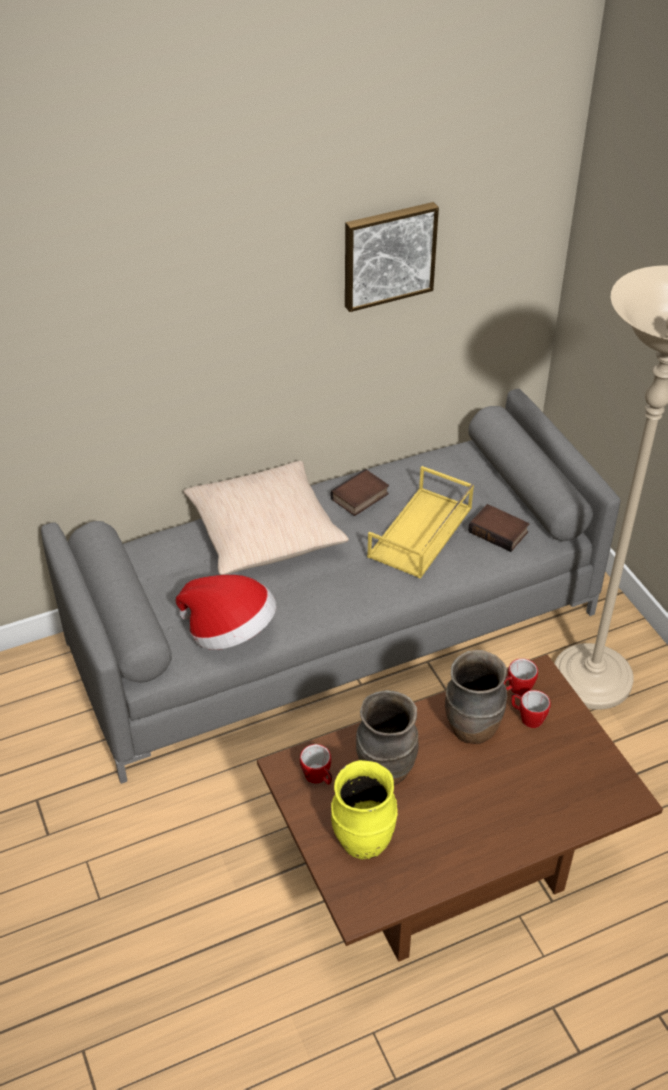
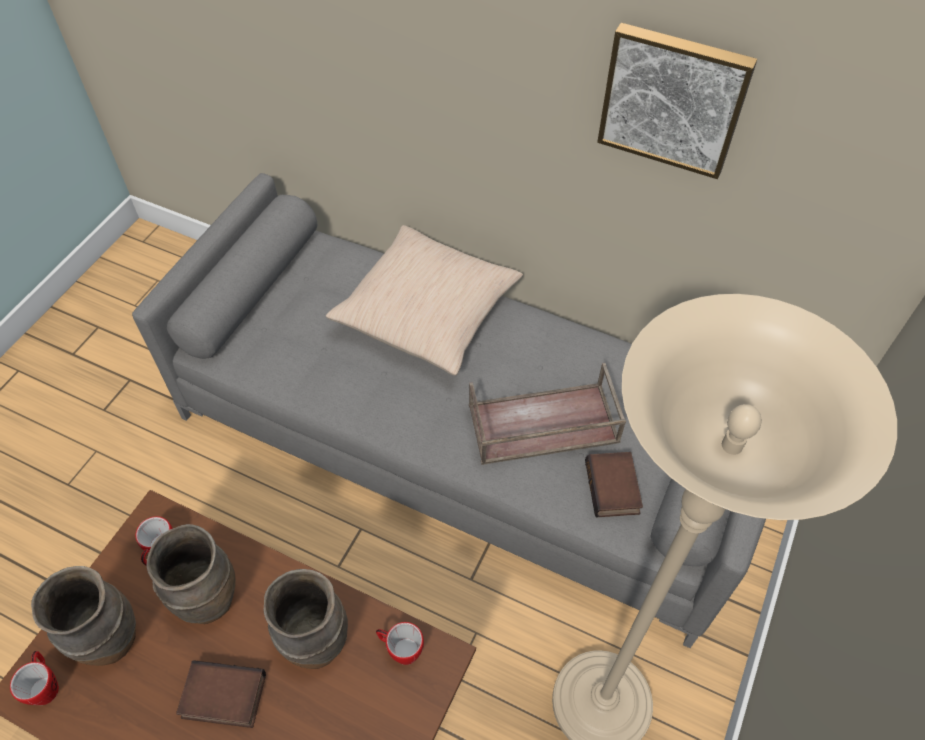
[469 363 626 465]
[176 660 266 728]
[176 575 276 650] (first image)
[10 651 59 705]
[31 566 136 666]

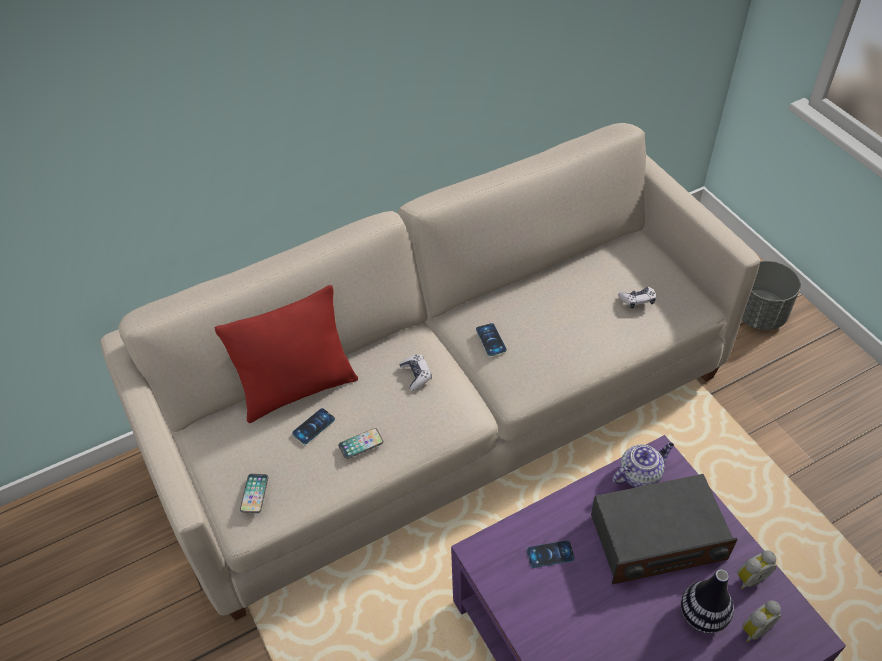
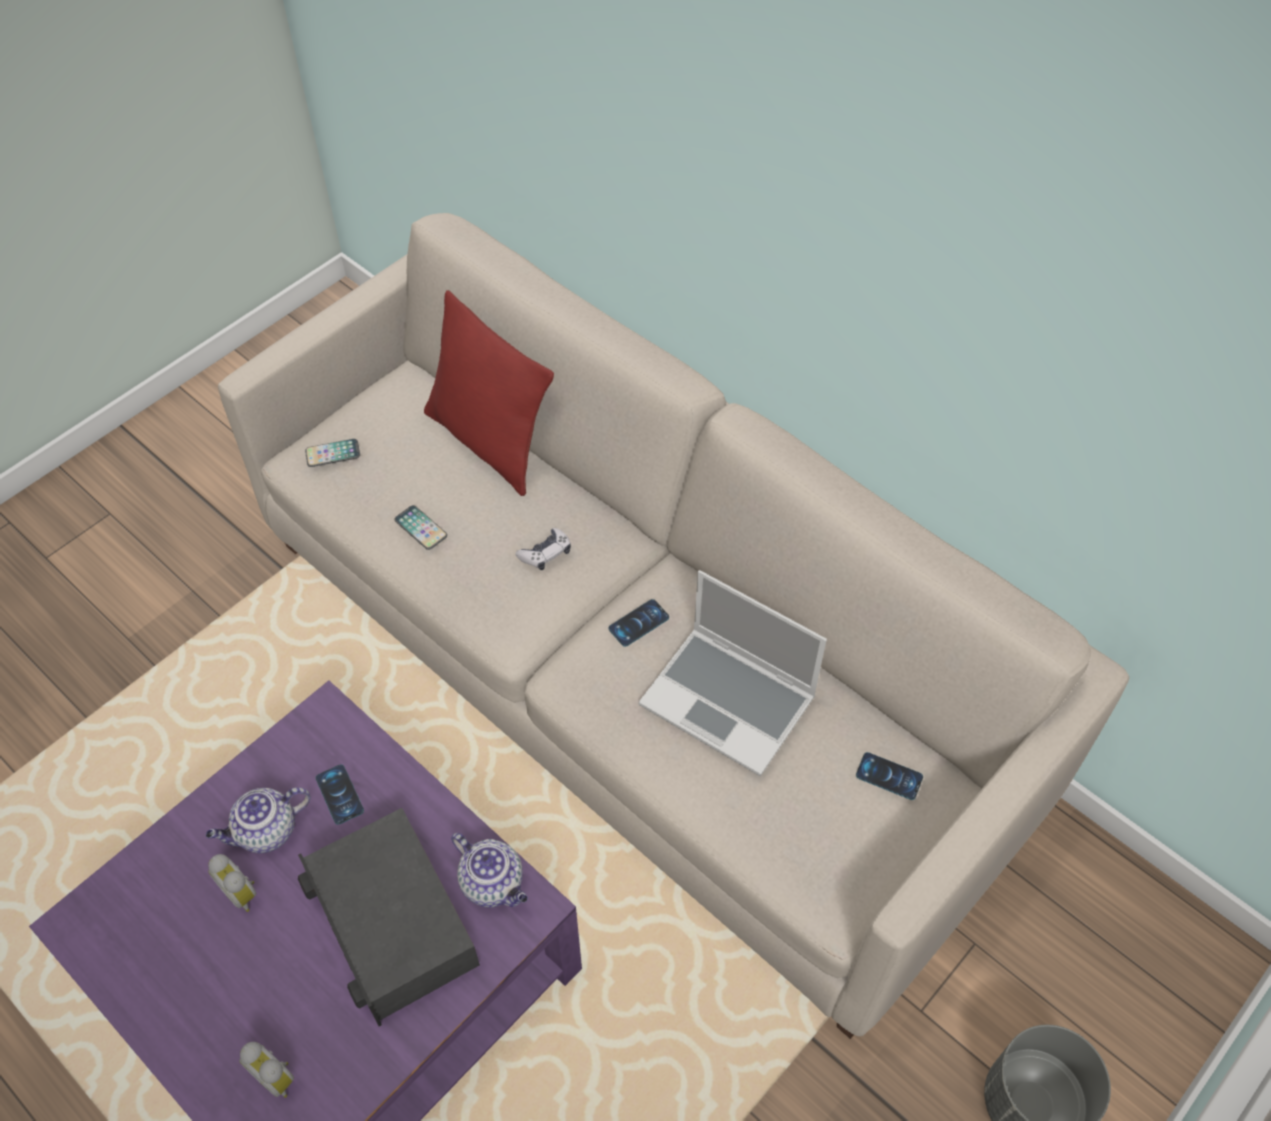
[618 287 656 309] (first image)
[856 752 923 800]
[208 854 256 912]
[681 569 734 634] (first image)
[638 570 827 776]
[206 787 311 853]

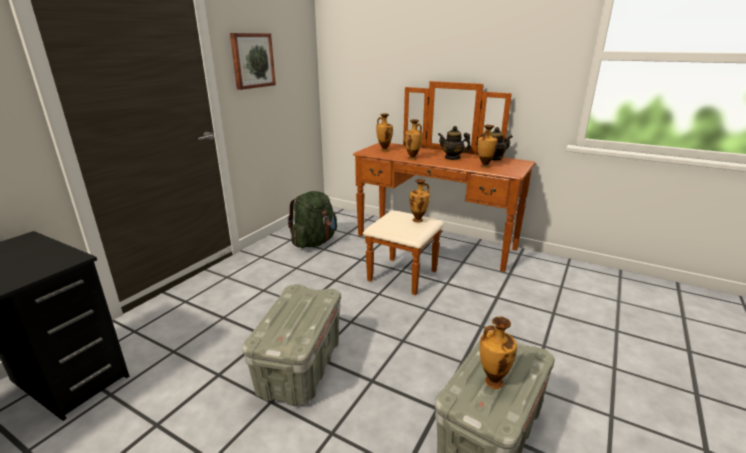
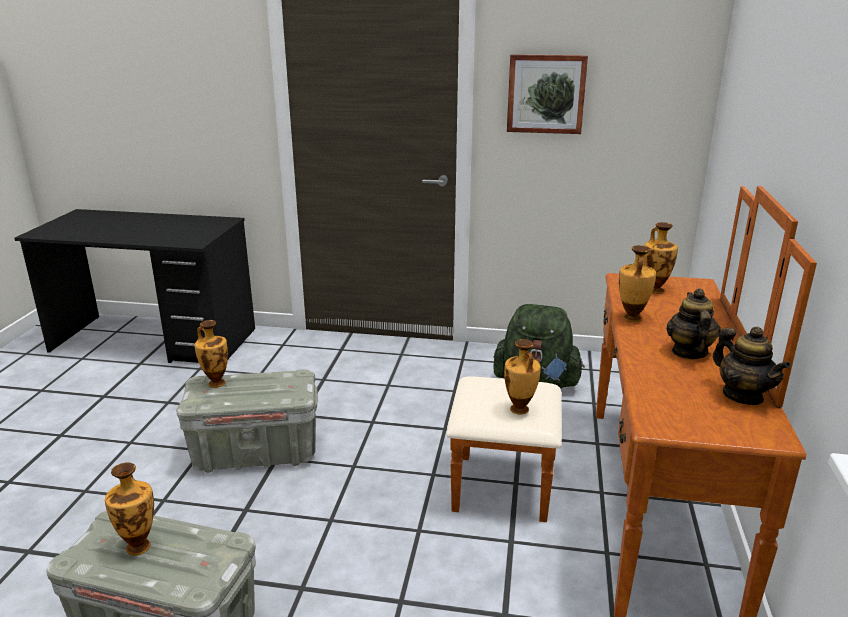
[194 320 228 388]

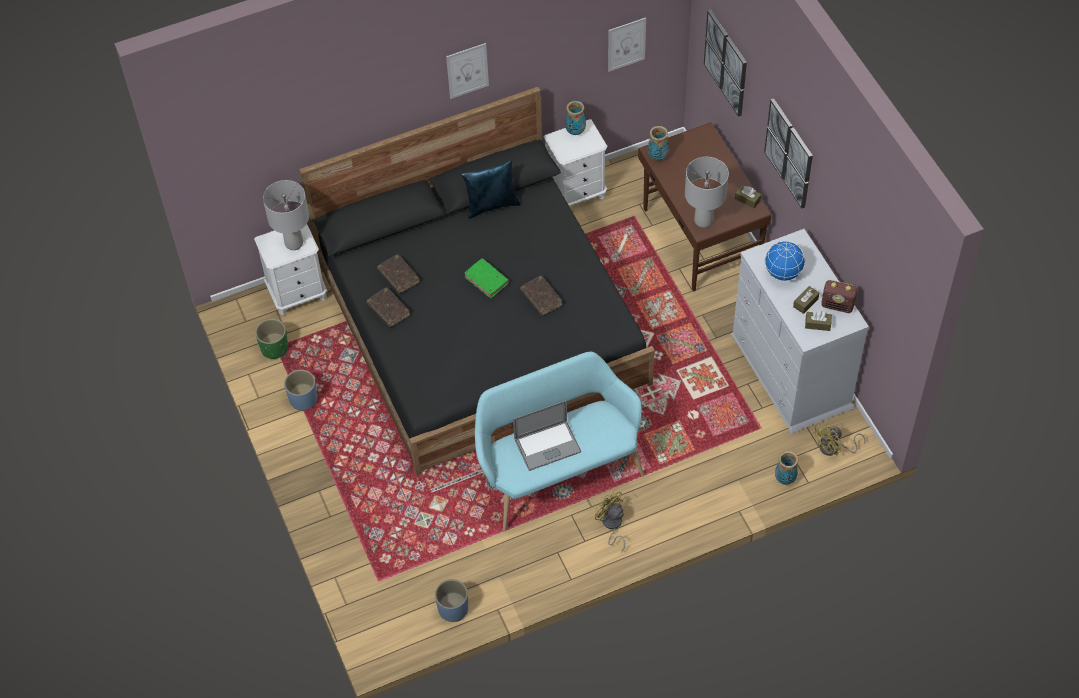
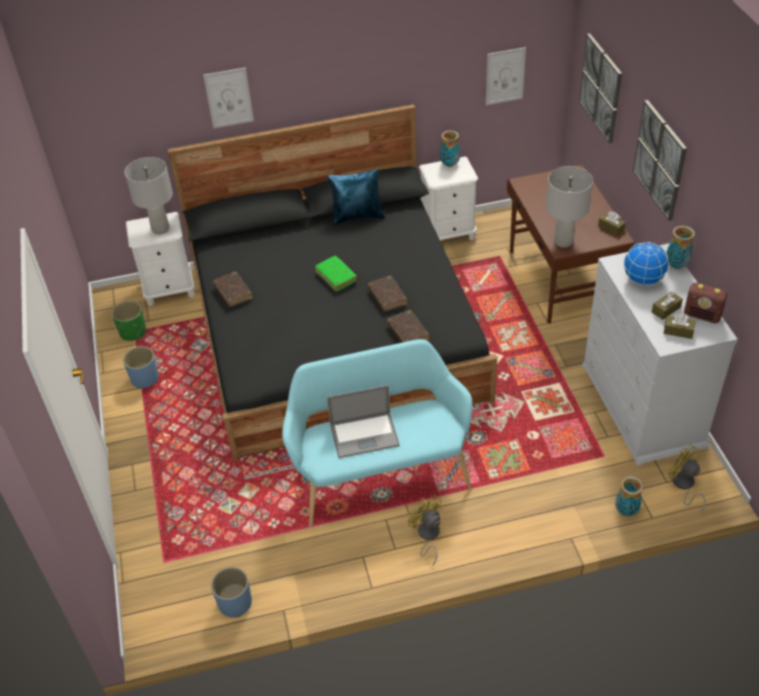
[203 67 254 129]
[666 226 695 269]
[387 310 430 343]
[668 444 706 513]

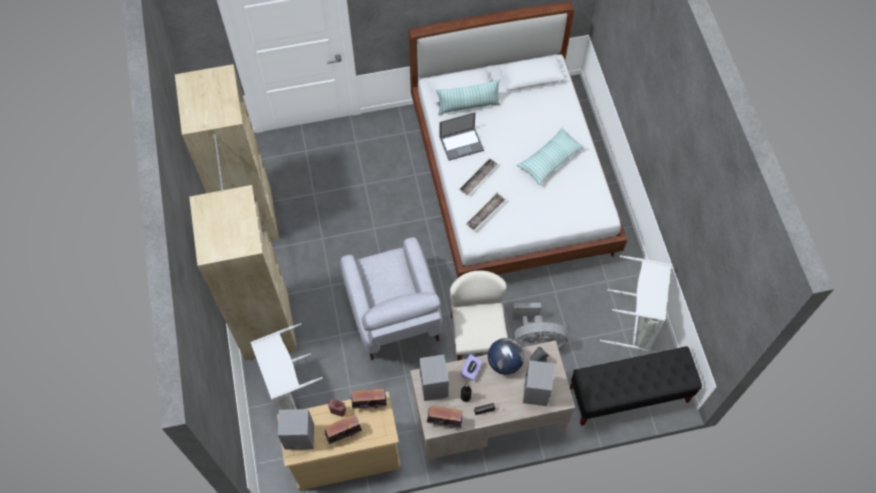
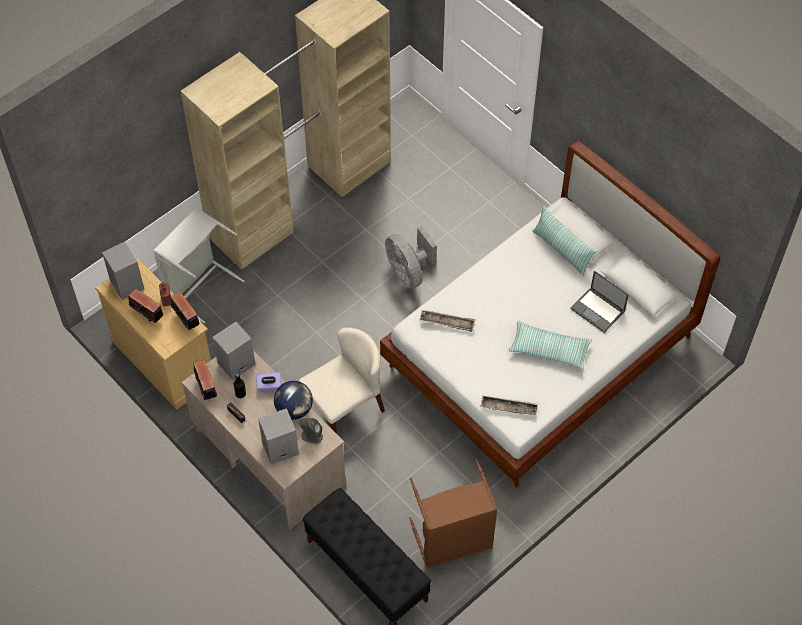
[570 271 629 333]
[480 395 538 415]
[340 237 442 360] (first image)
[409 458 498 569]
[385 225 437 289]

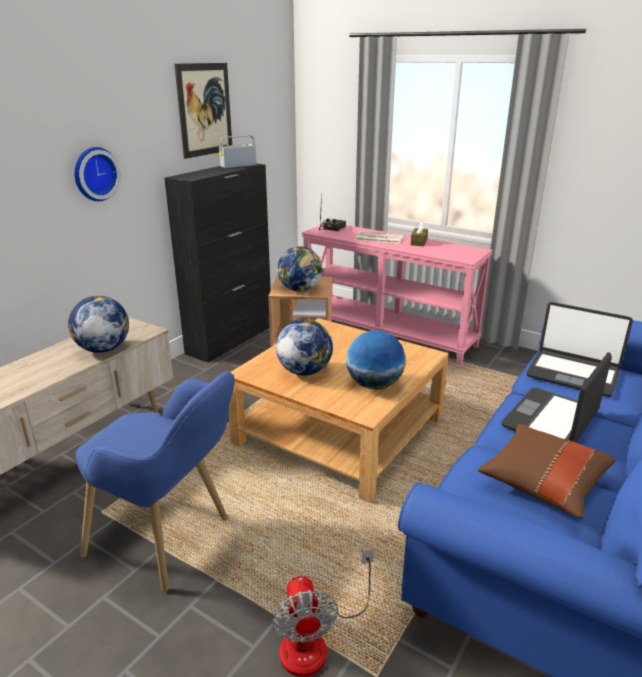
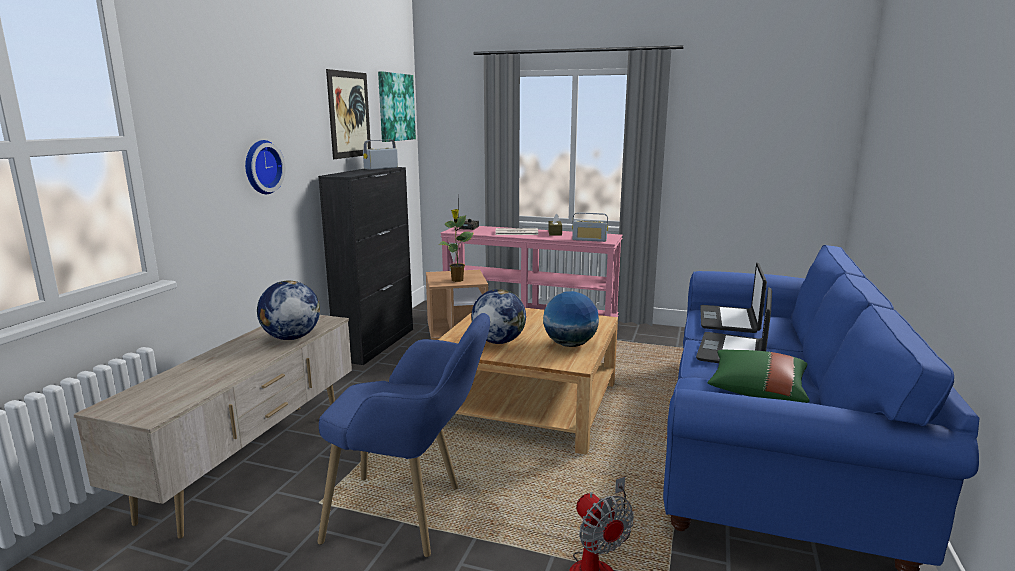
[439 209 473 282]
[700 263 767 333]
[708 349 809 403]
[378 72 416 142]
[572 212 608 242]

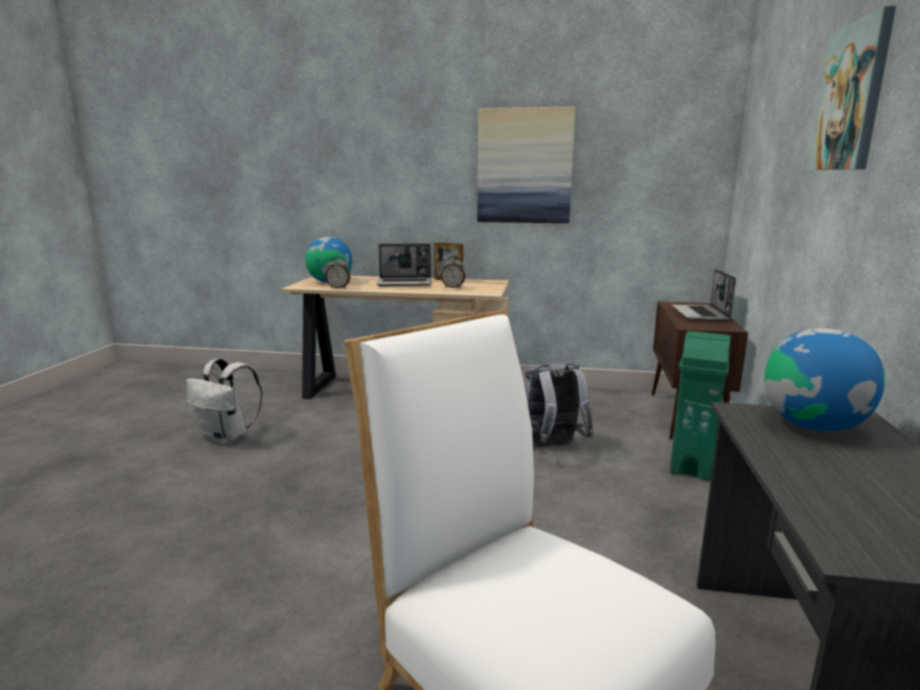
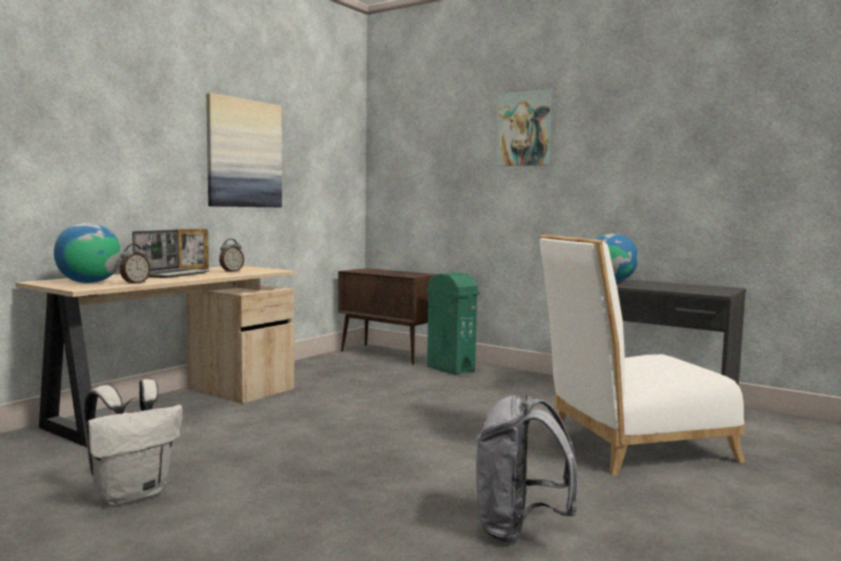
[672 269 736 321] (first image)
[476 395 578 543]

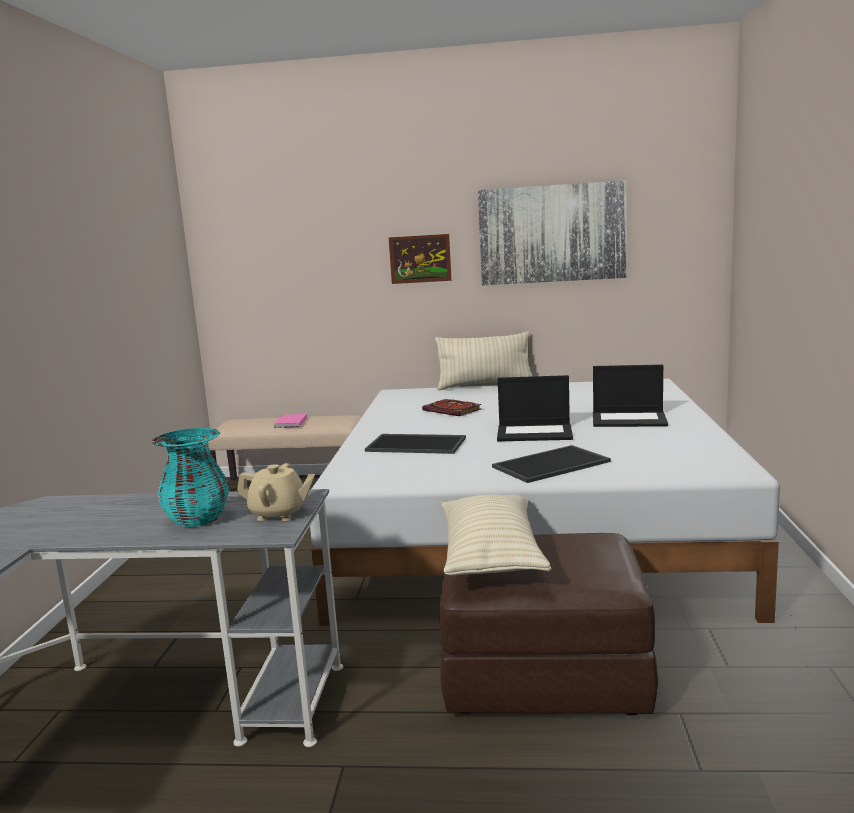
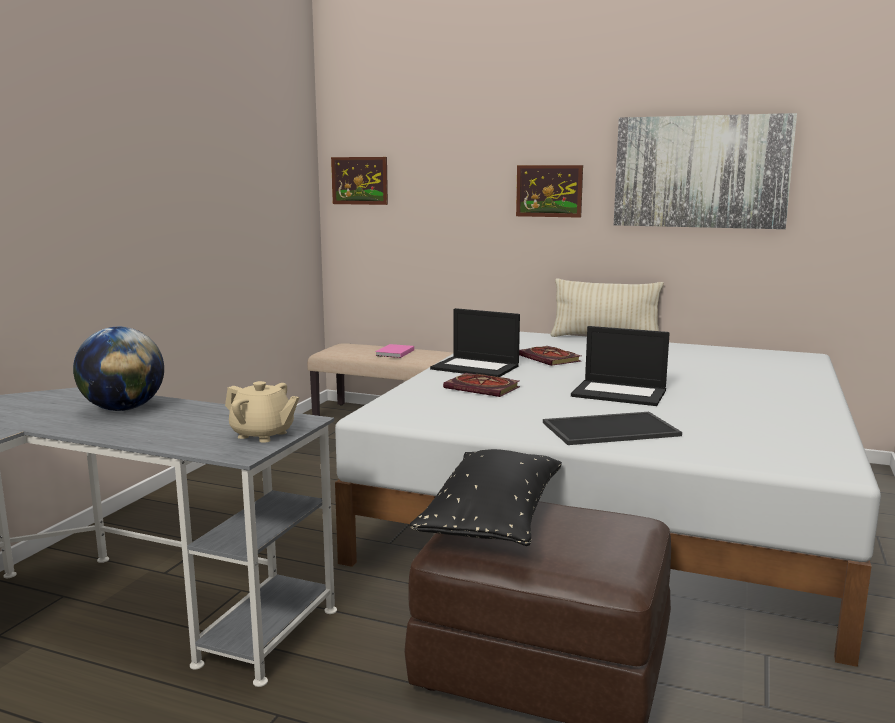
[430 308 520 377]
[151 428 229 527] (first image)
[443 373 520 397]
[410 449 562 546]
[331 157 388 205]
[73 327 164 411]

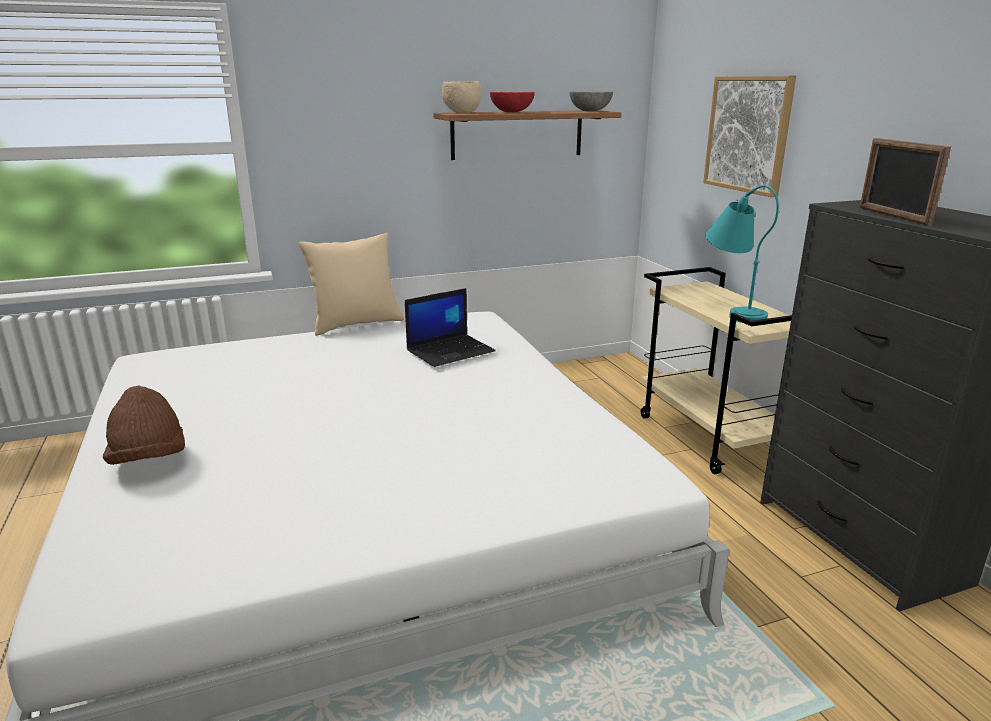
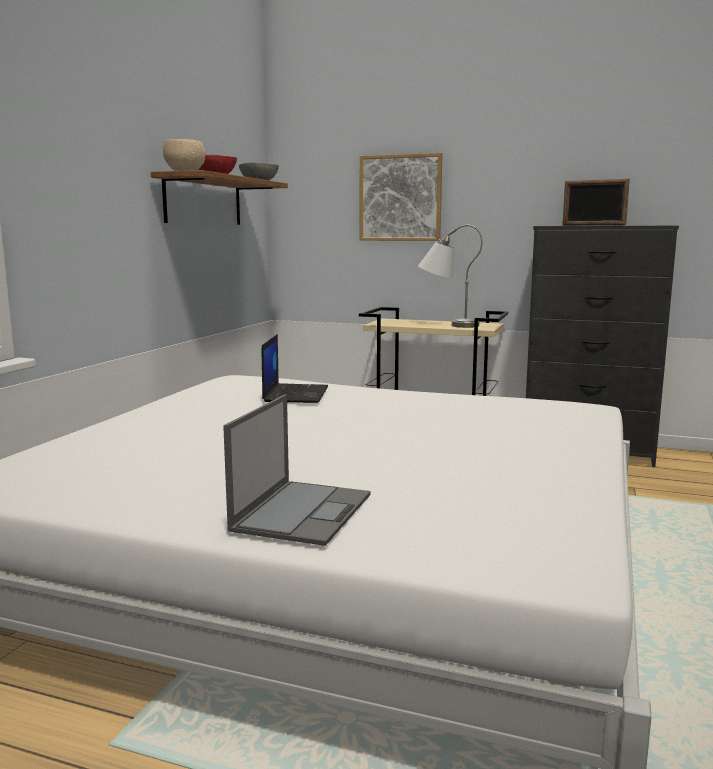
[418 225 483 328]
[298 233 404 336] (first image)
[223 395 371 546]

